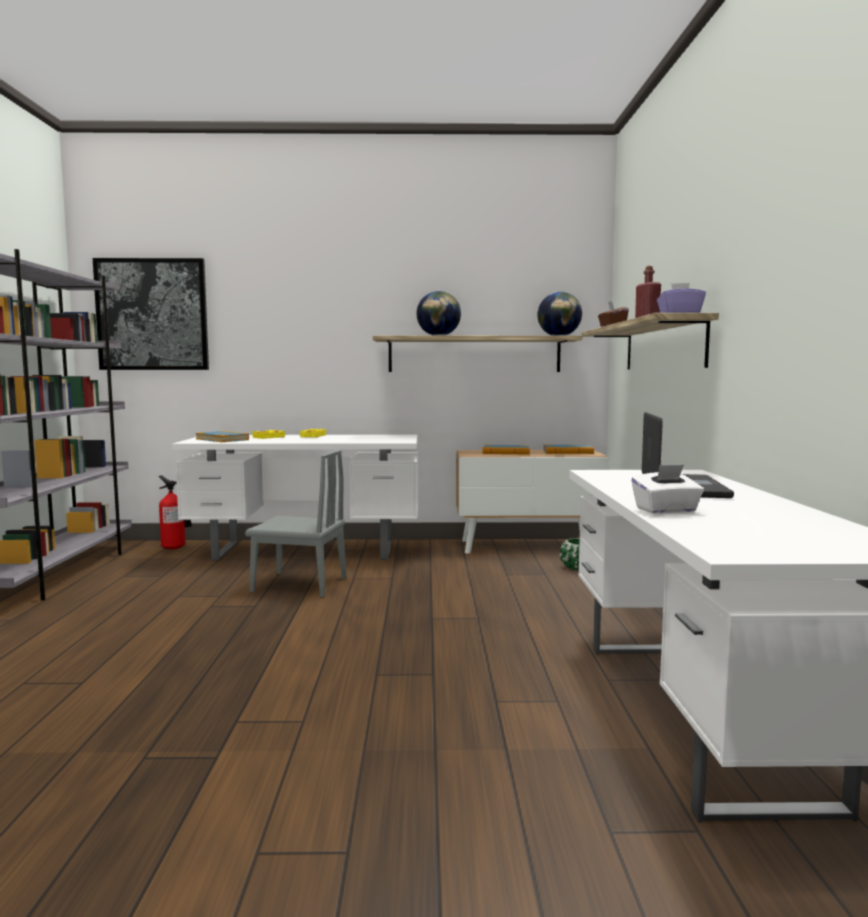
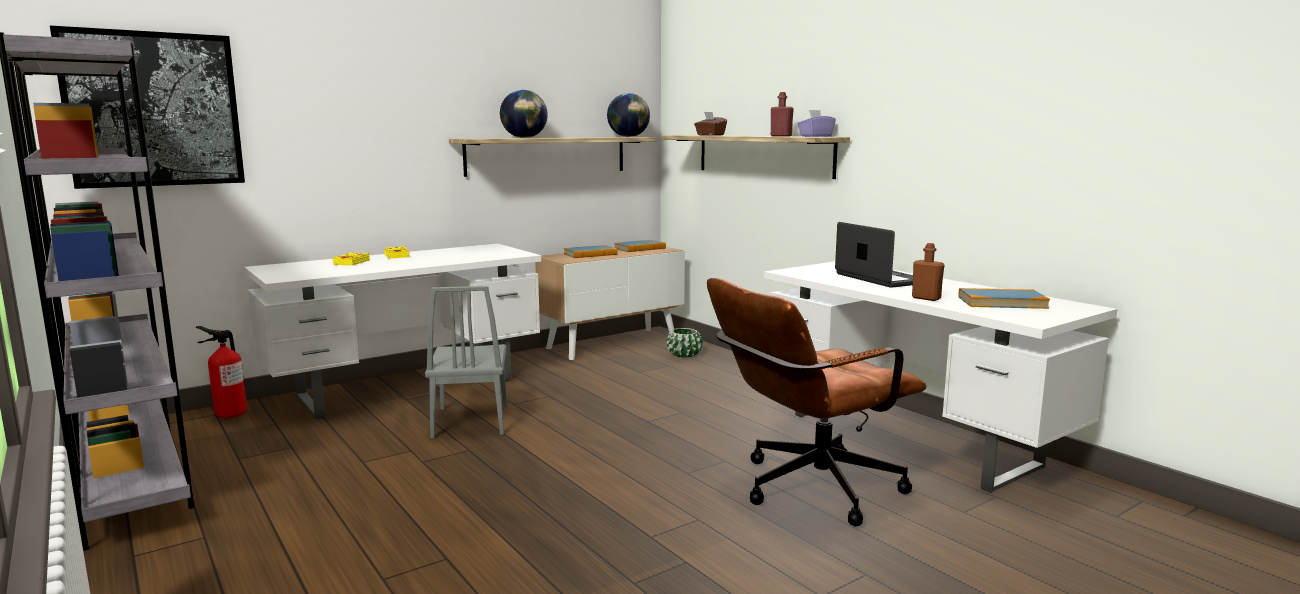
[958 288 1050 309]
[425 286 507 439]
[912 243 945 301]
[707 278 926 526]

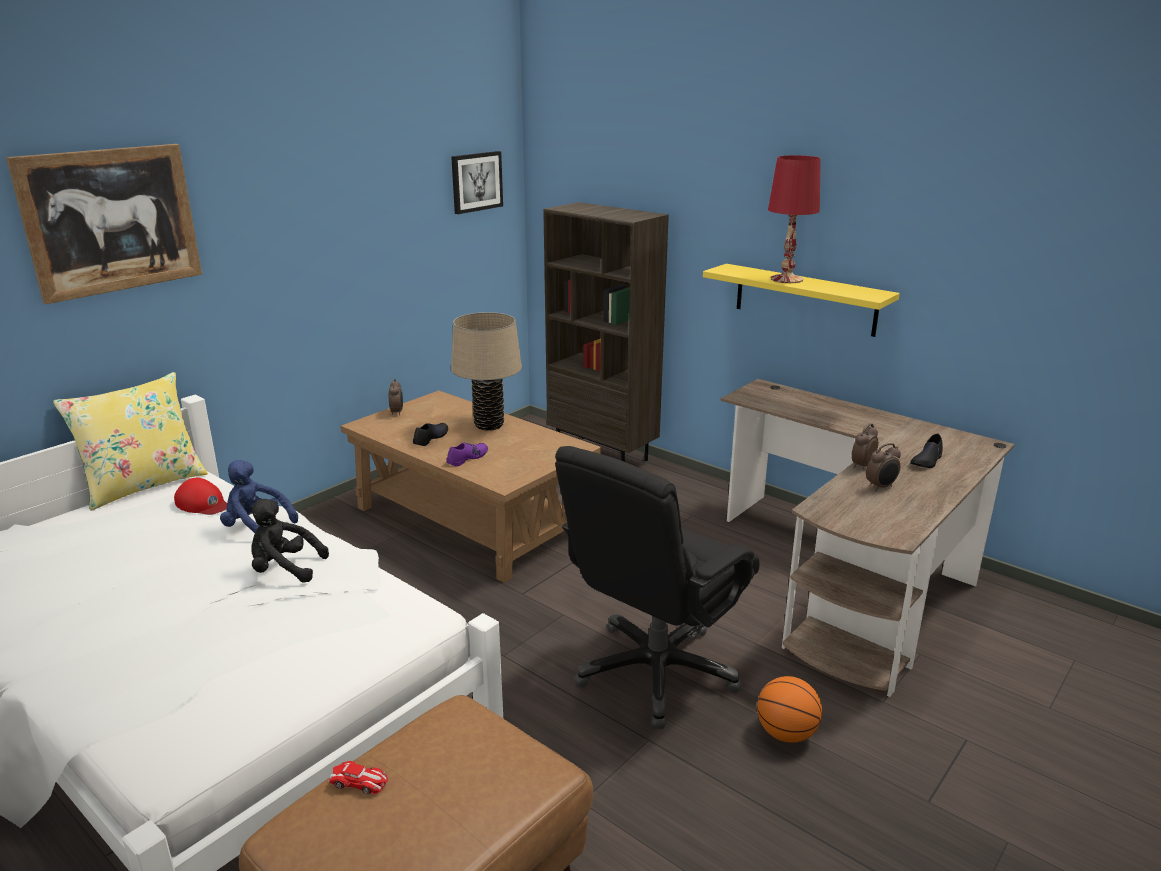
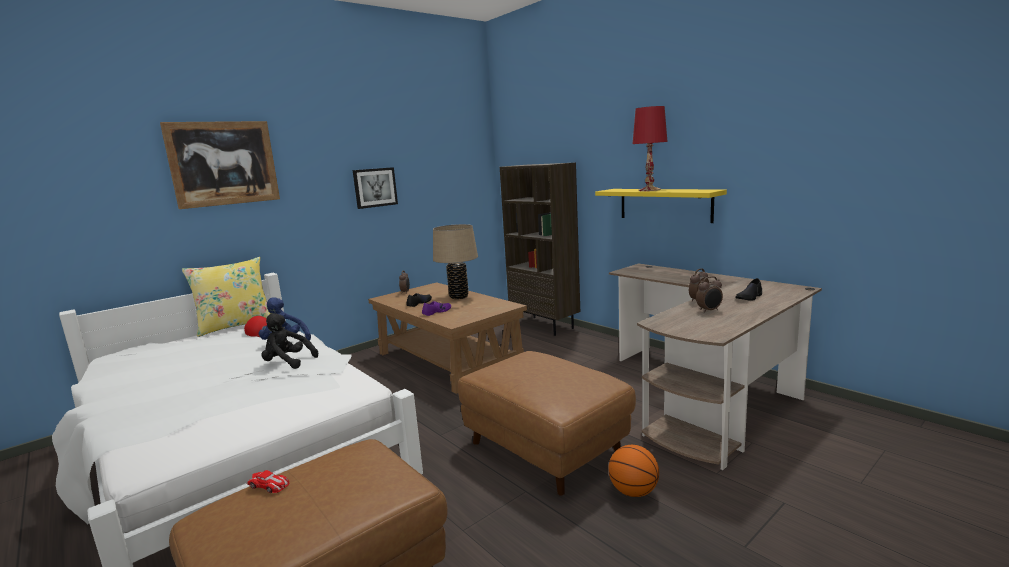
[353 167 398 209]
[458 351 636 496]

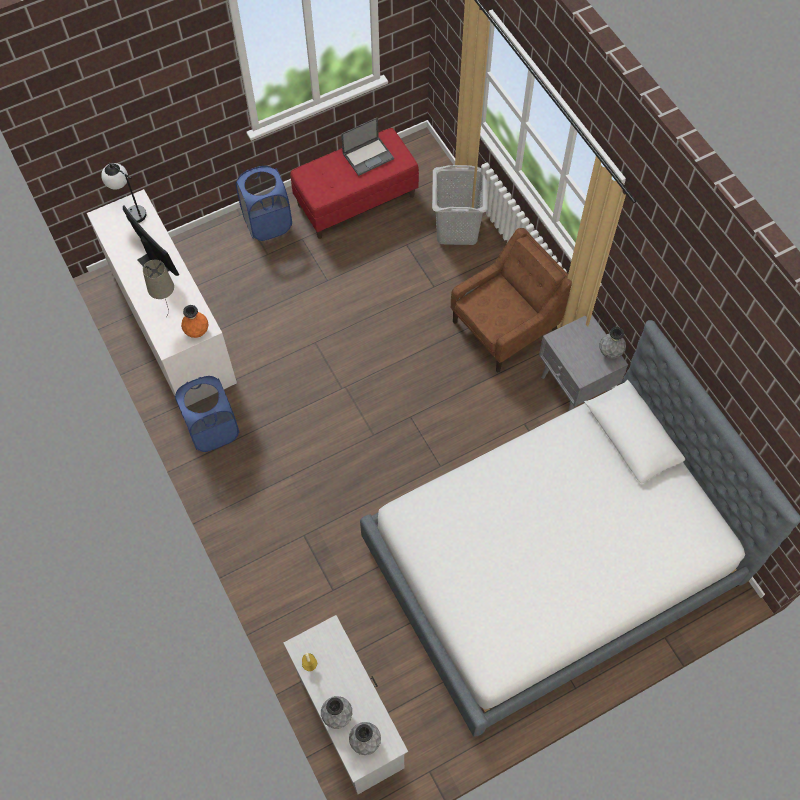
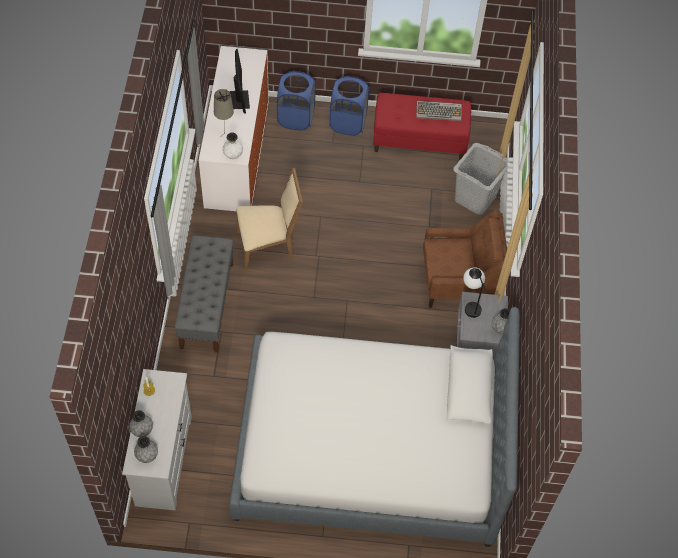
[416 101 462 121]
[463 267 486 318]
[223 132 243 159]
[277 71 316 131]
[236 168 303 271]
[174 236 233 353]

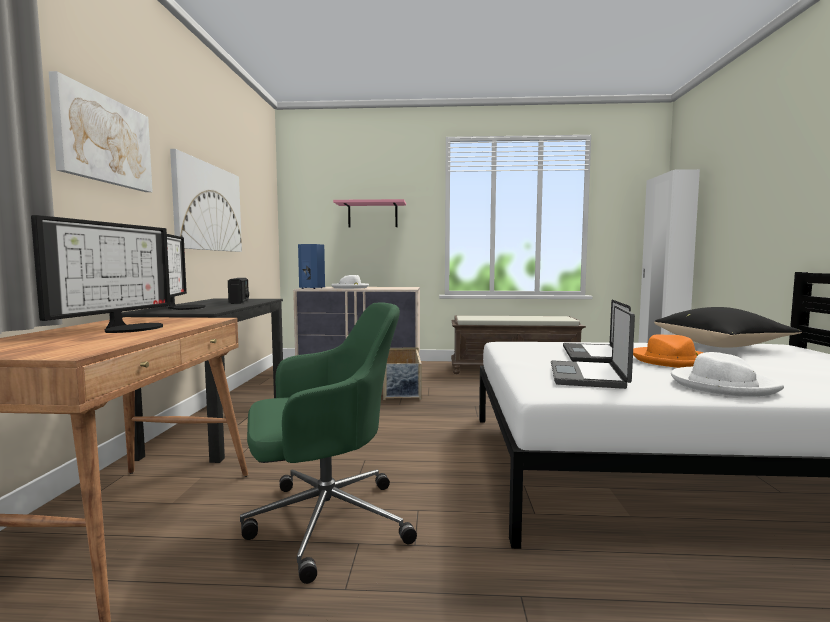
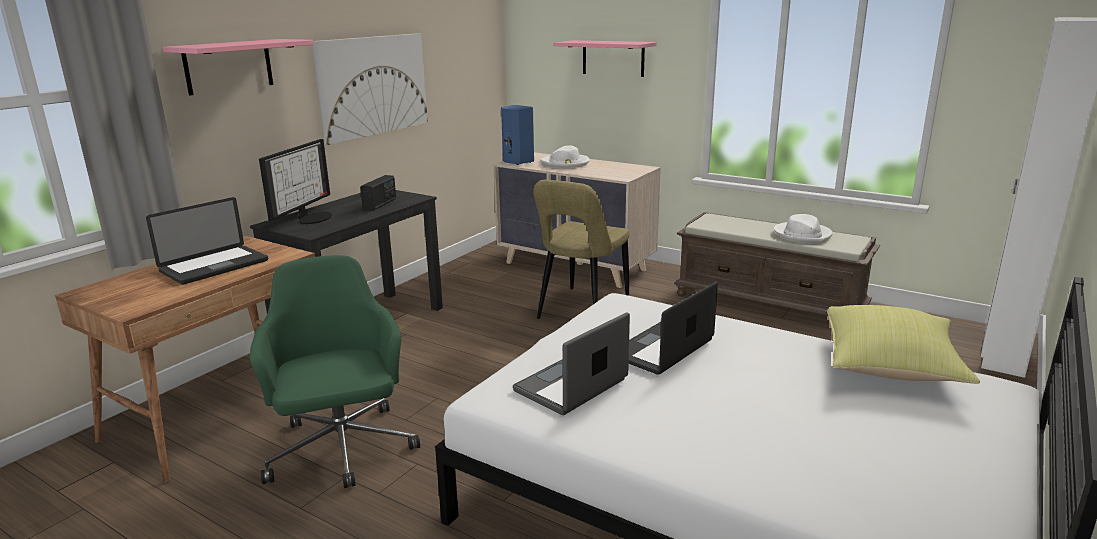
[162 39 314 95]
[146 197 268 284]
[250 255 420 488]
[827 305 980 384]
[633 334 704 368] (first image)
[533 180 630 319]
[774 214 833 243]

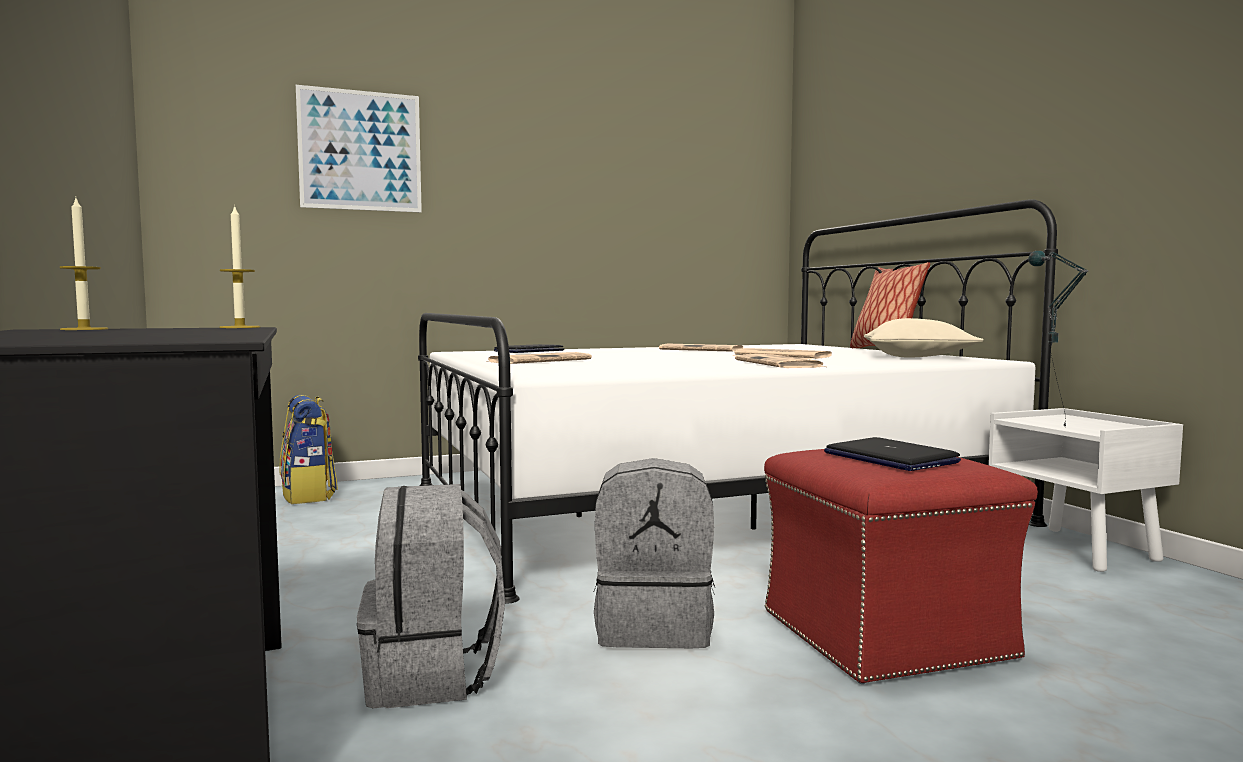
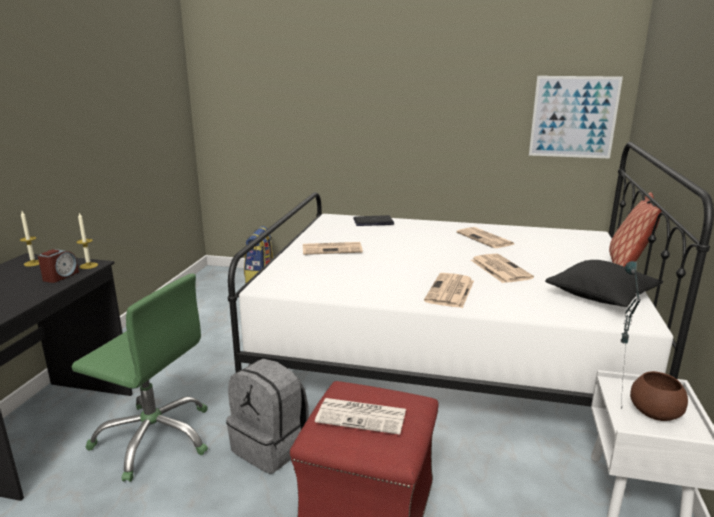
[529 76 623 159]
[545 260 663 307]
[315 398 406 435]
[72 273 208 482]
[38 249 79 283]
[630 371 688 421]

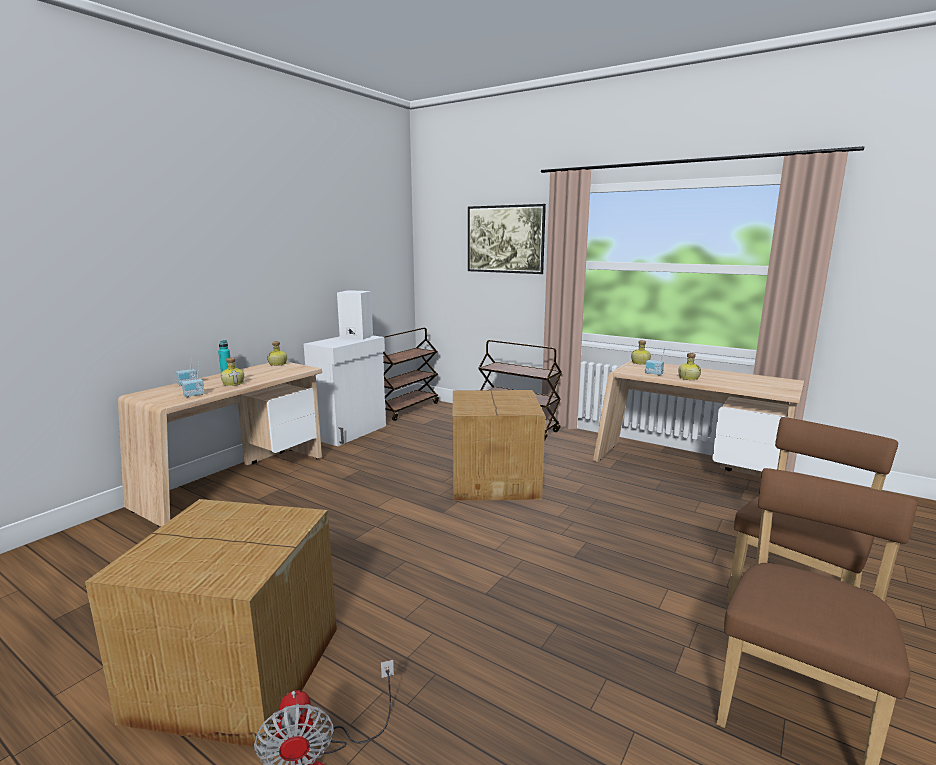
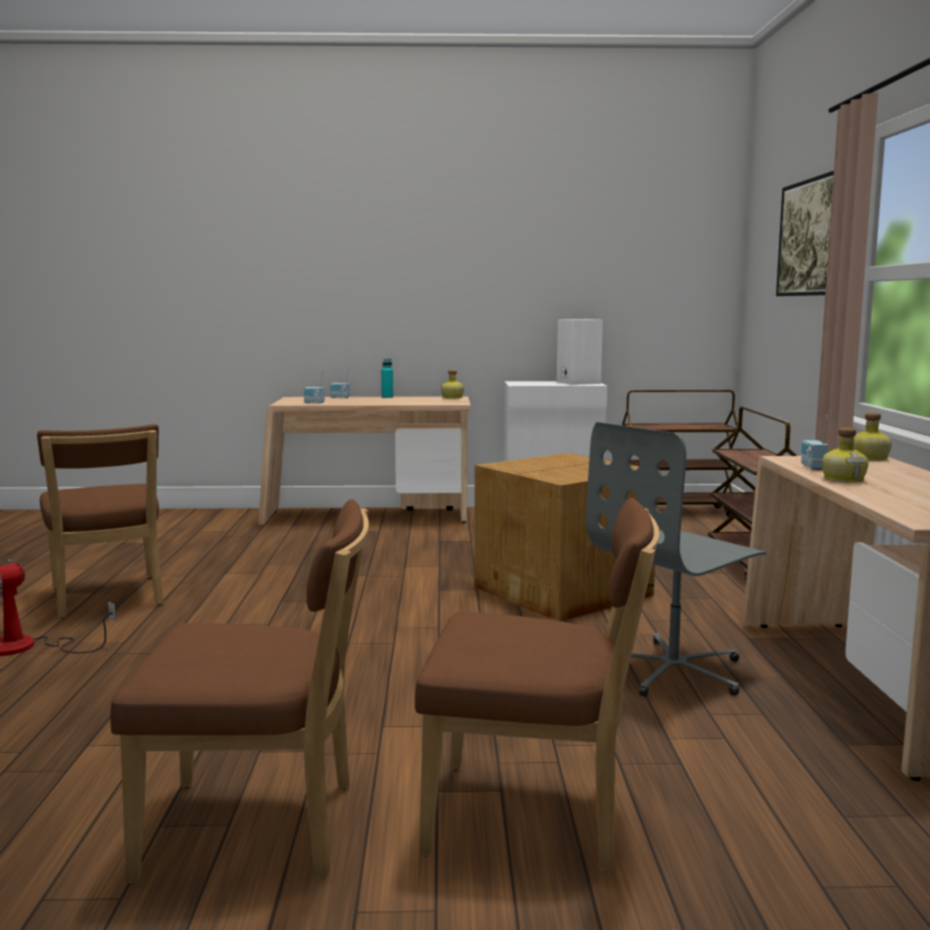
[221 357 244 386] (first image)
[37 424 164 618]
[586 422 766 697]

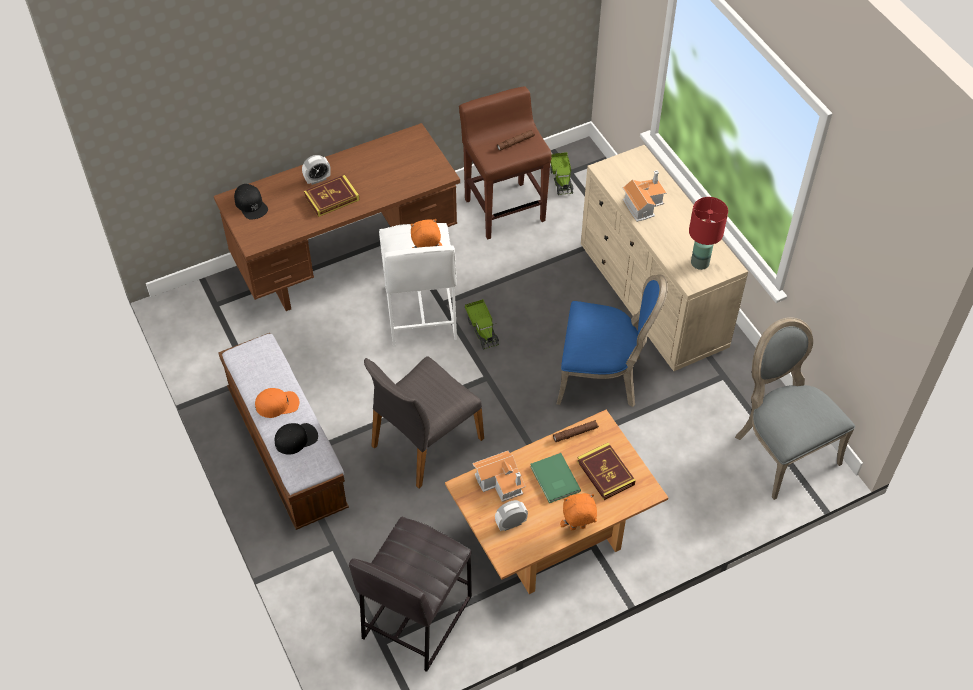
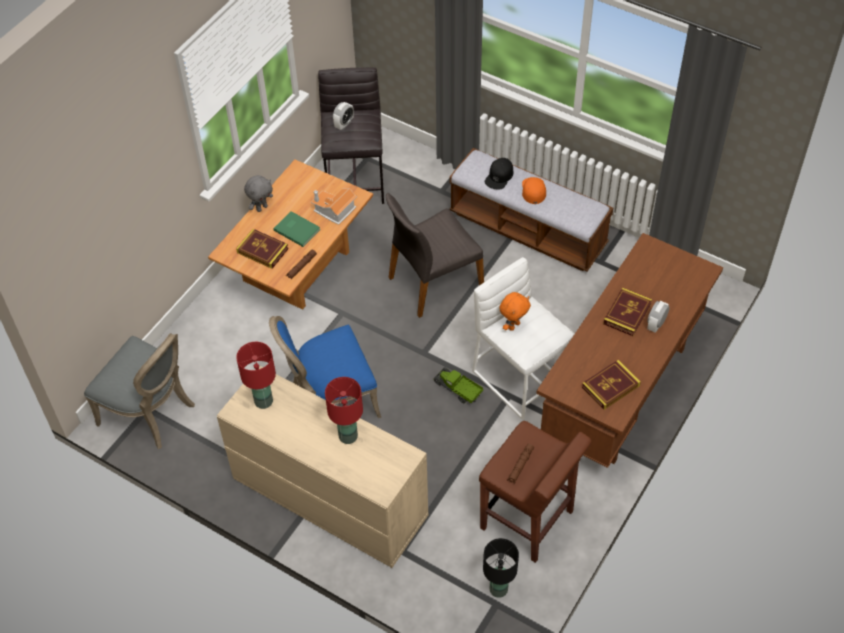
[483 538 519 598]
[325 377 363 444]
[234 184 268 219] (first image)
[386 193 484 318]
[522 177 546 204]
[244 175 273 212]
[333 102 354 130]
[582 360 641 410]

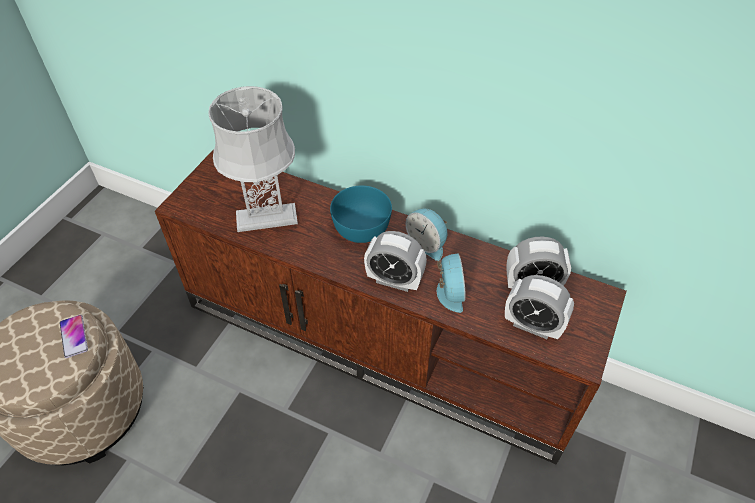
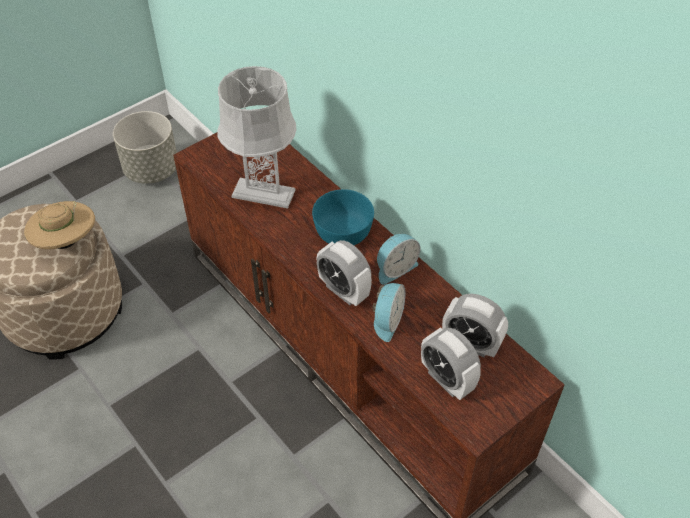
[377 233 420 285]
[24 201 95 249]
[113 111 177 184]

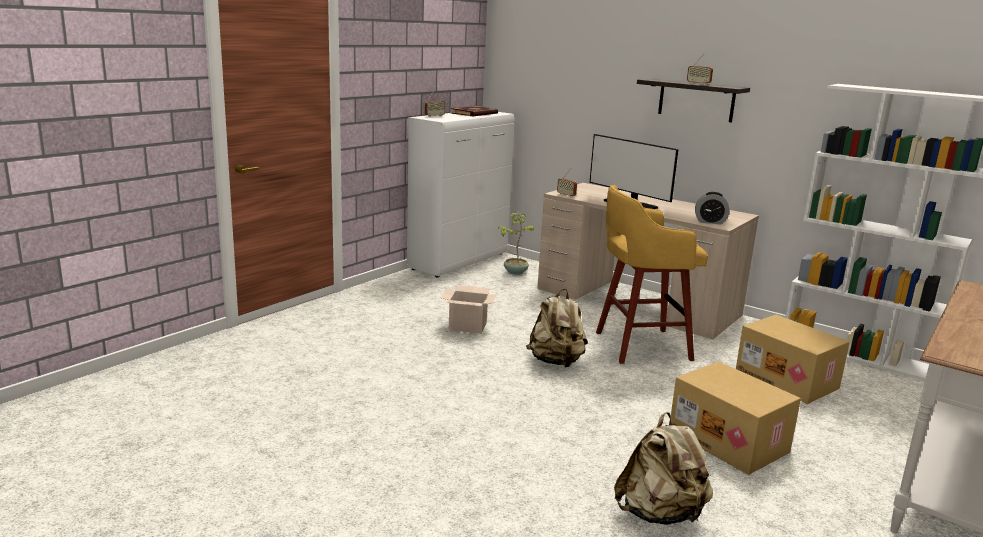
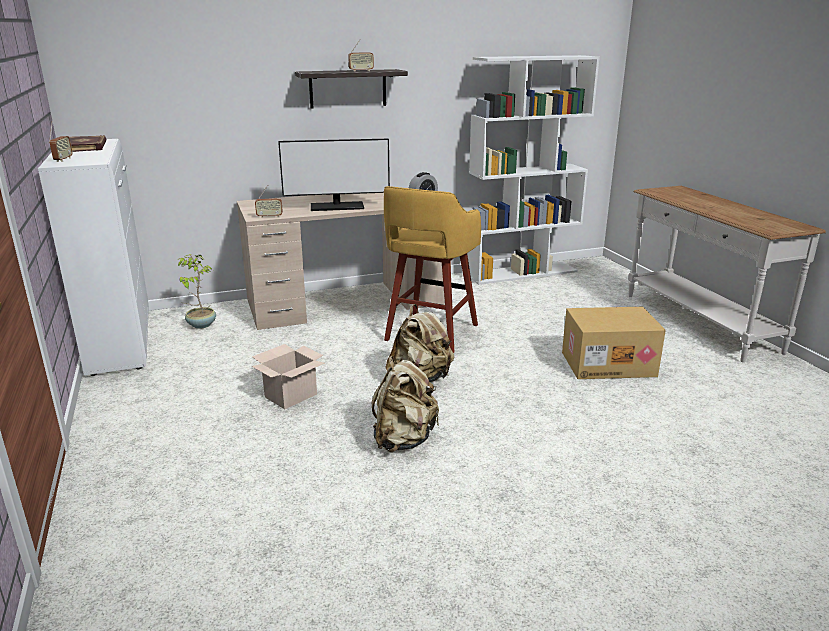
[736 315 850 404] (first image)
[372 356 439 452]

